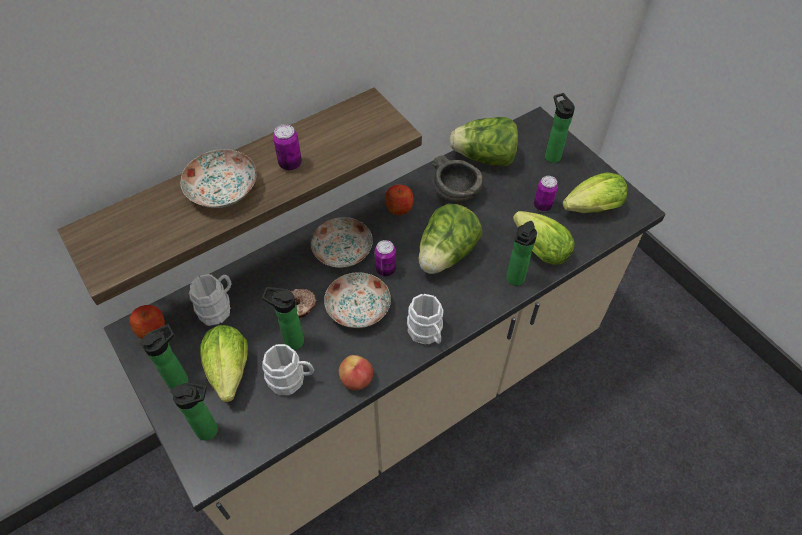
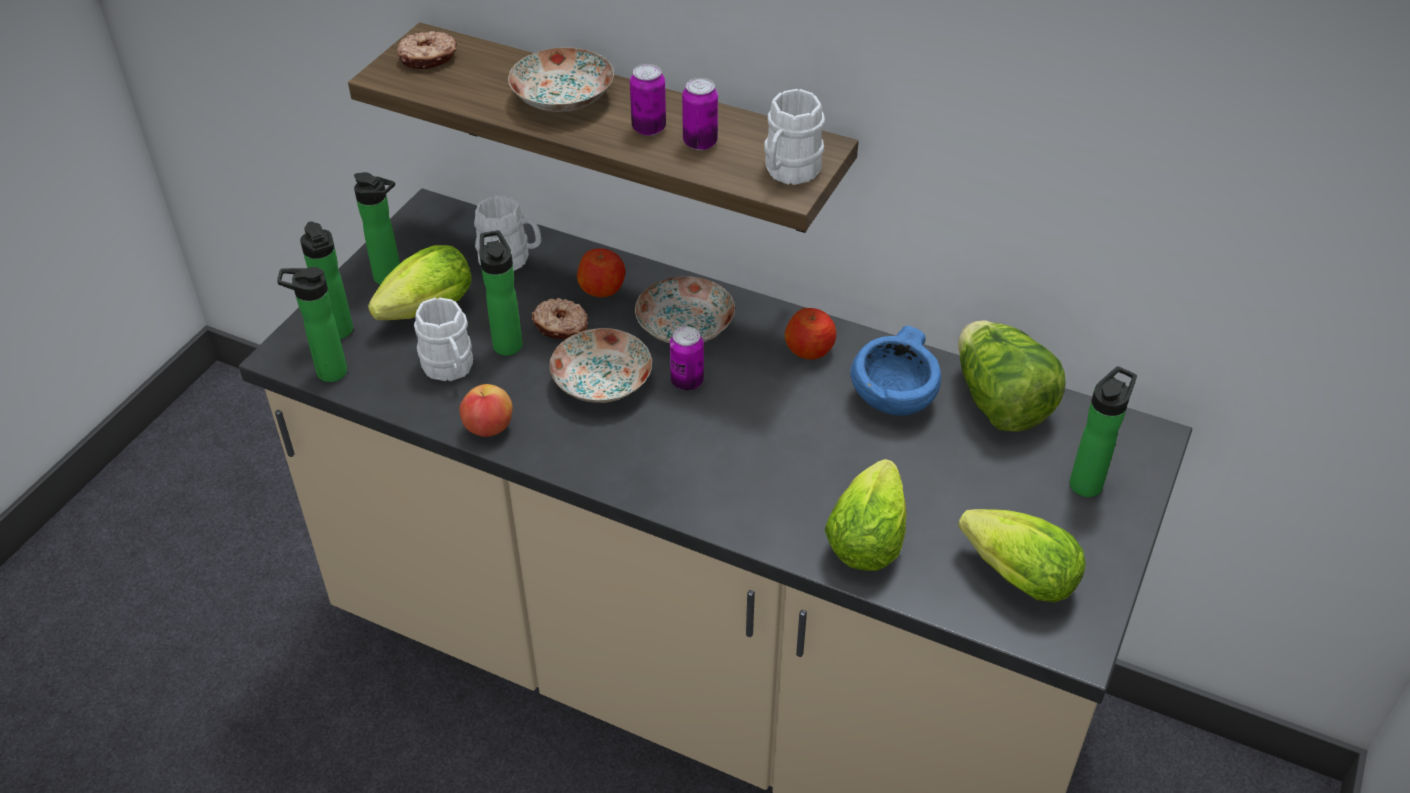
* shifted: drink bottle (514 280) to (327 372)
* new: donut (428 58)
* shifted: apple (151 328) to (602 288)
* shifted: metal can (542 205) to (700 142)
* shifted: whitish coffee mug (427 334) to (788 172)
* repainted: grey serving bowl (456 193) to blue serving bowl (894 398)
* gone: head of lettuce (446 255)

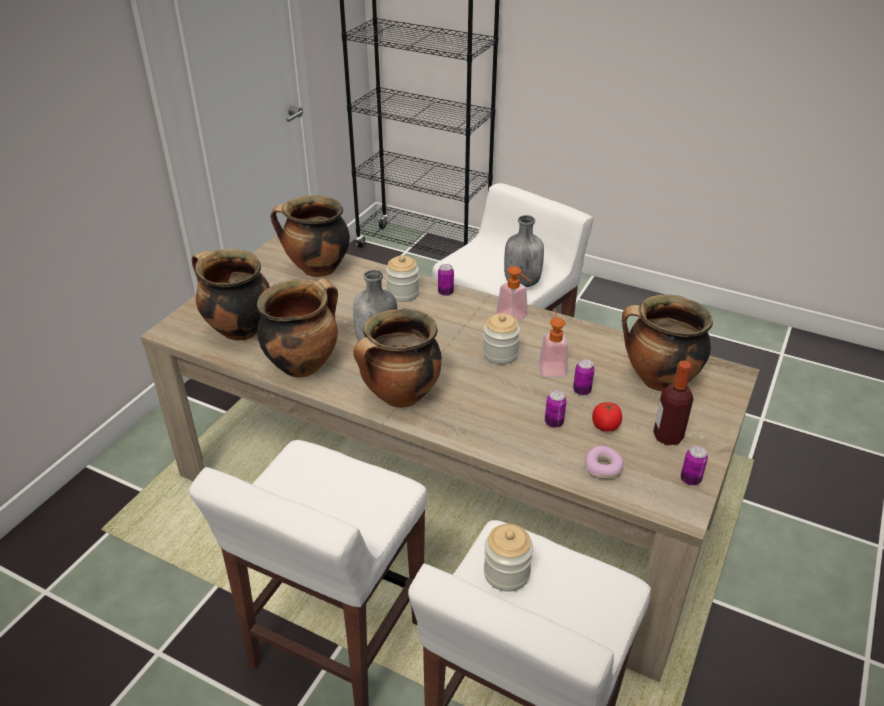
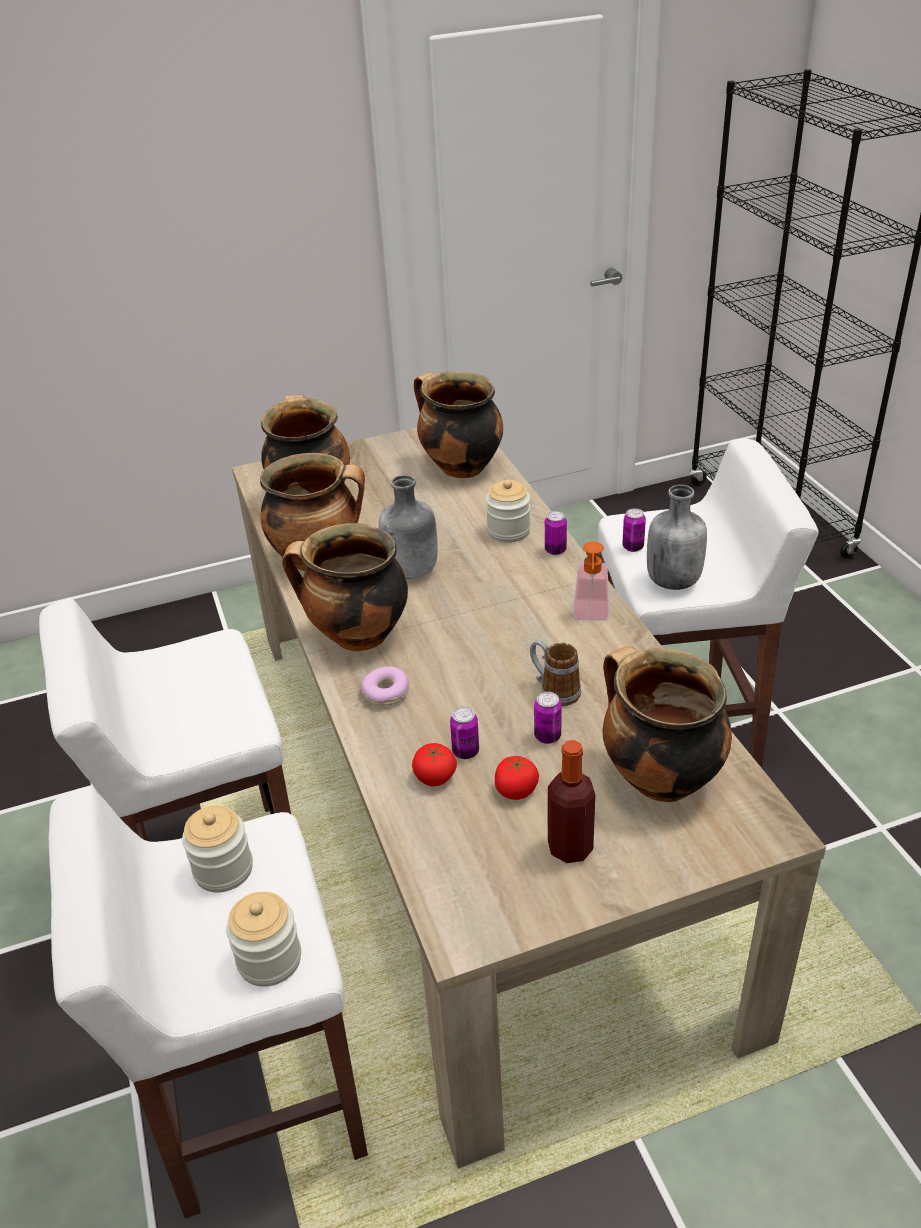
* shifted: preserve jar (500 354) to (269 959)
* shifted: donut (603 467) to (386 693)
* new: tomato (435 777)
* swapped: liquid soap bottle (551 366) to coffee mug (554 690)
* shifted: metal can (690 479) to (633 547)

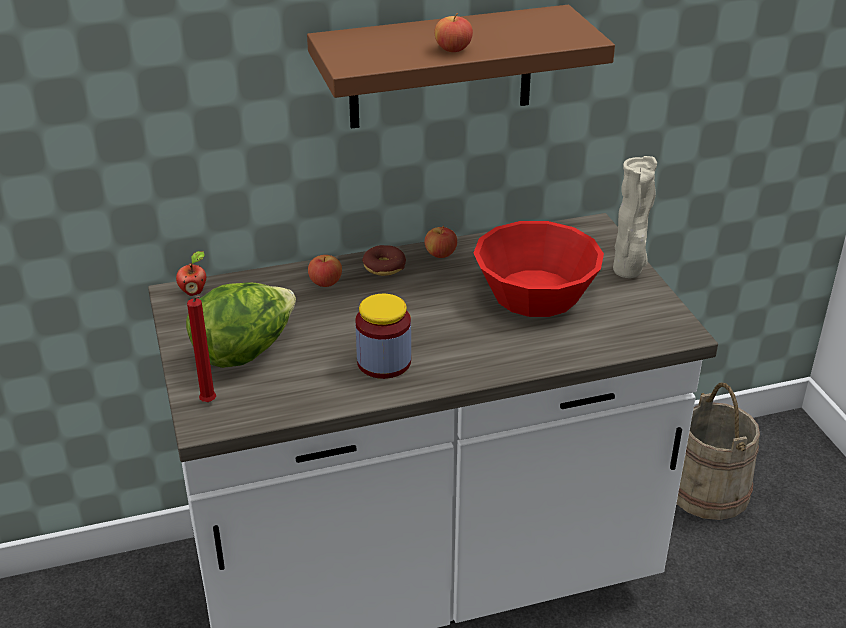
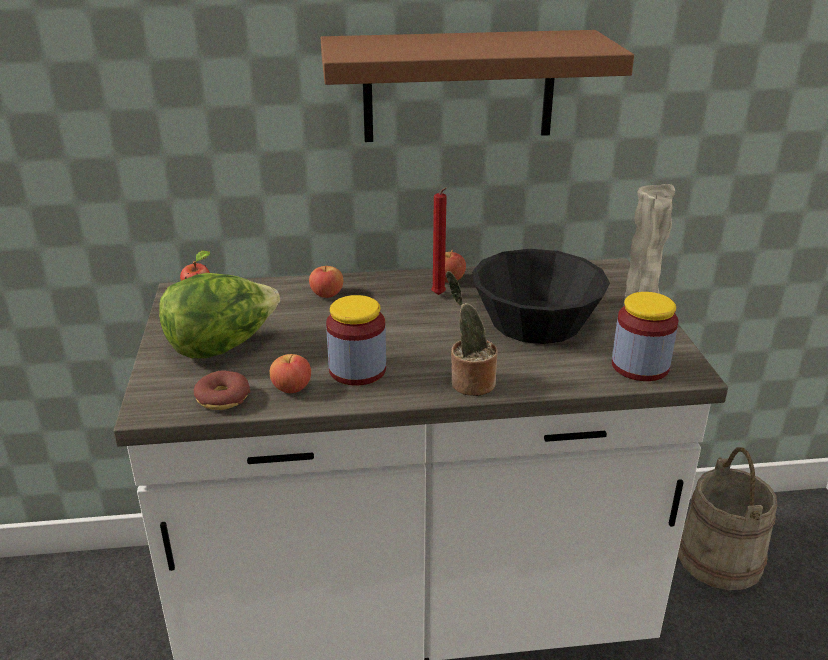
* shifted: donut (384 267) to (222 398)
* shifted: apple (453 49) to (291 388)
* shifted: reddish wax light (209 403) to (439 296)
* new: houseplant (469 383)
* repainted: reddish serving bowl (536 293) to black-coloured serving bowl (536 321)
* new: preserve jar (640 366)

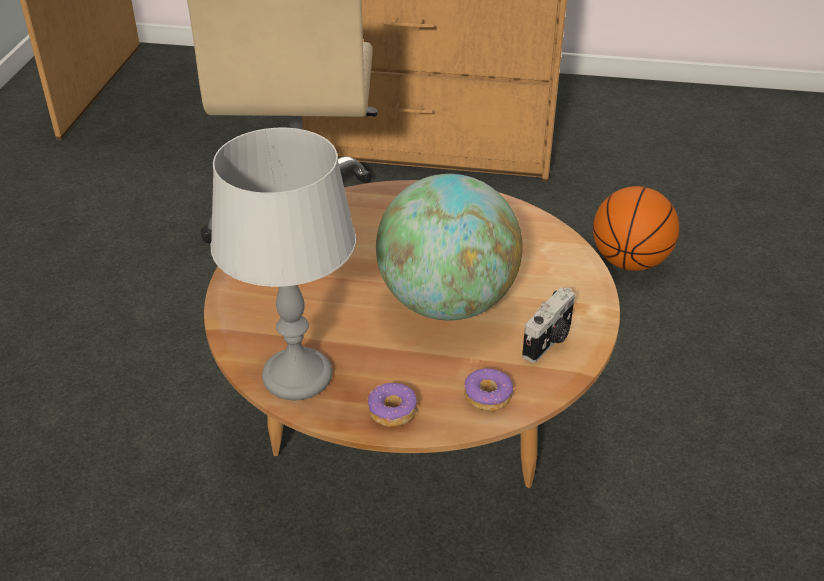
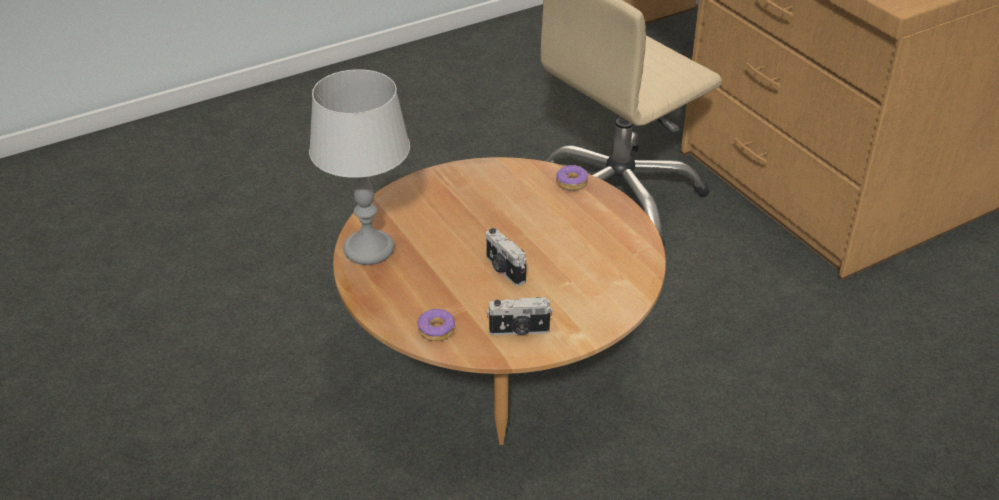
* swapped: desk globe (447 303) to photo camera (504 270)
* shifted: donut (392 411) to (571 183)
* gone: basketball (629 262)

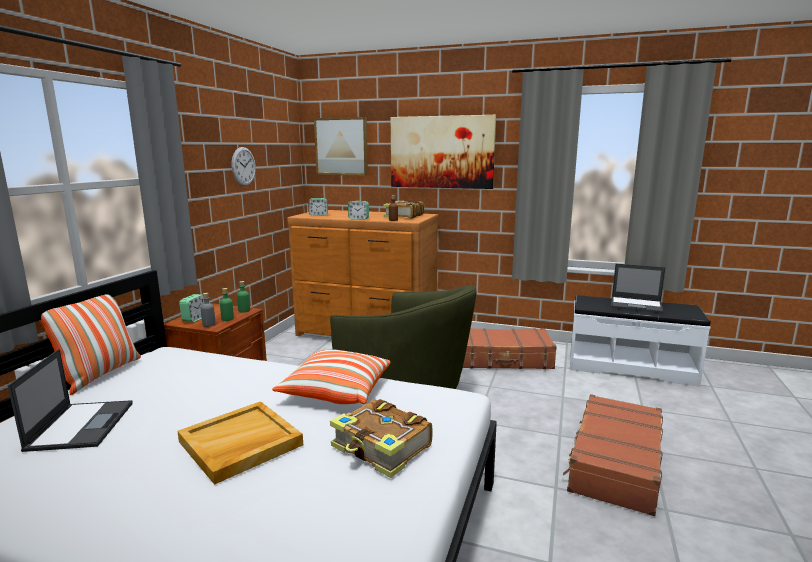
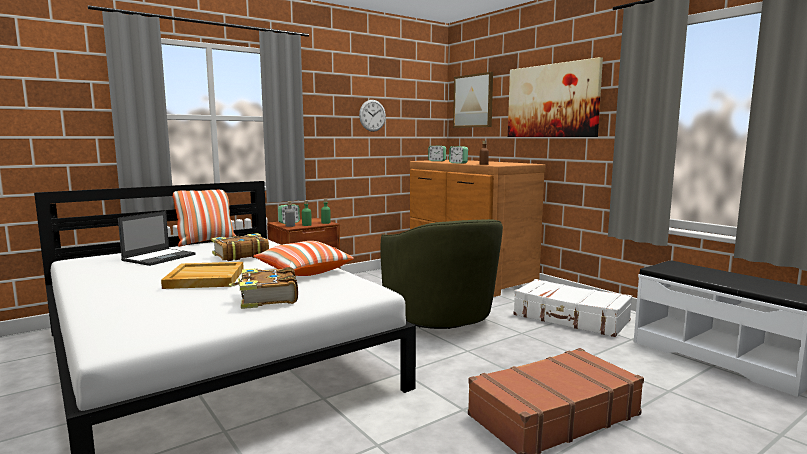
* shifted: bound book (403 216) to (240 255)
* repainted: brownish travel case (503 359) to whitish travel case (570 318)
* gone: portable computer (637 305)

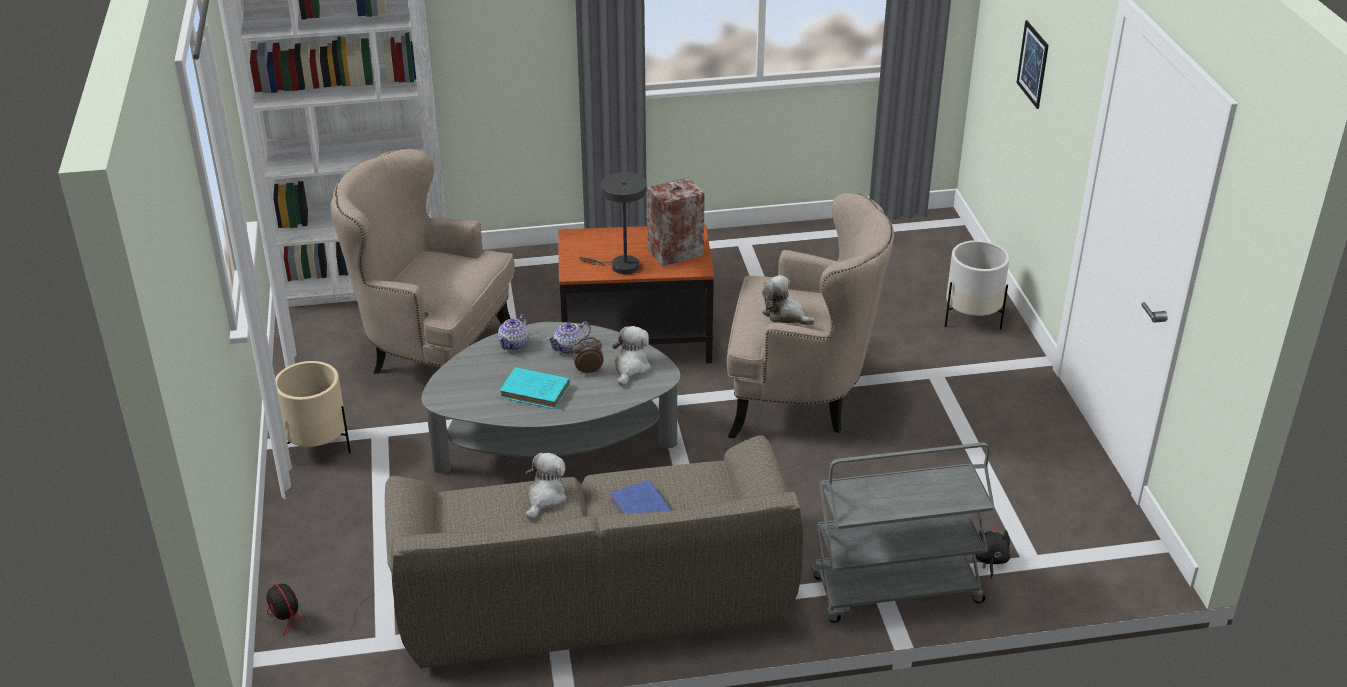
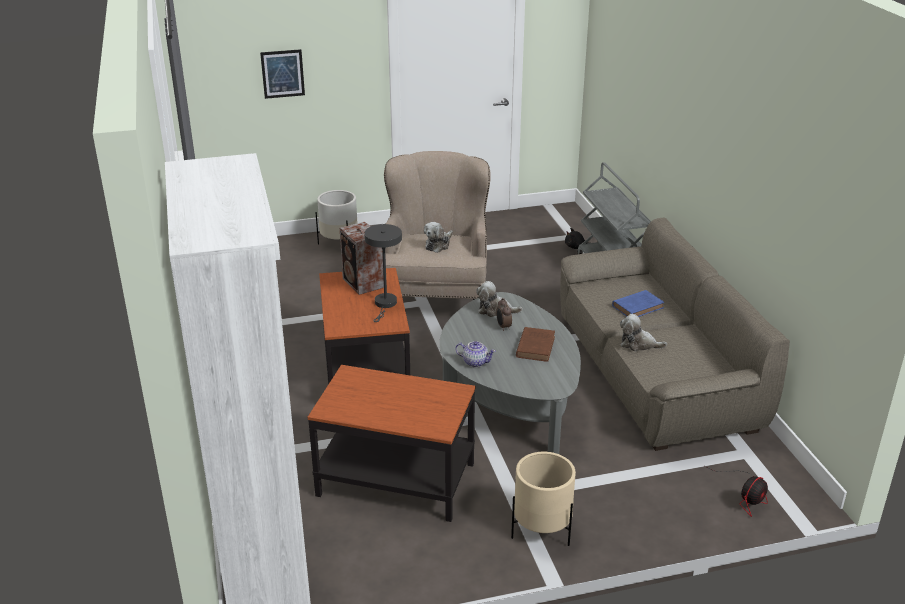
* swapped: beige armchair (432 355) to accent table (396 480)
* repainted: blue-green bound book (537 392) to brownish bound book (535 346)
* gone: teapot (570 348)

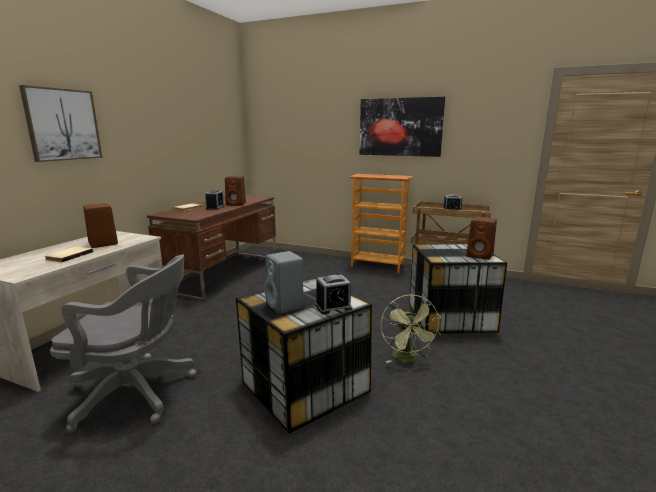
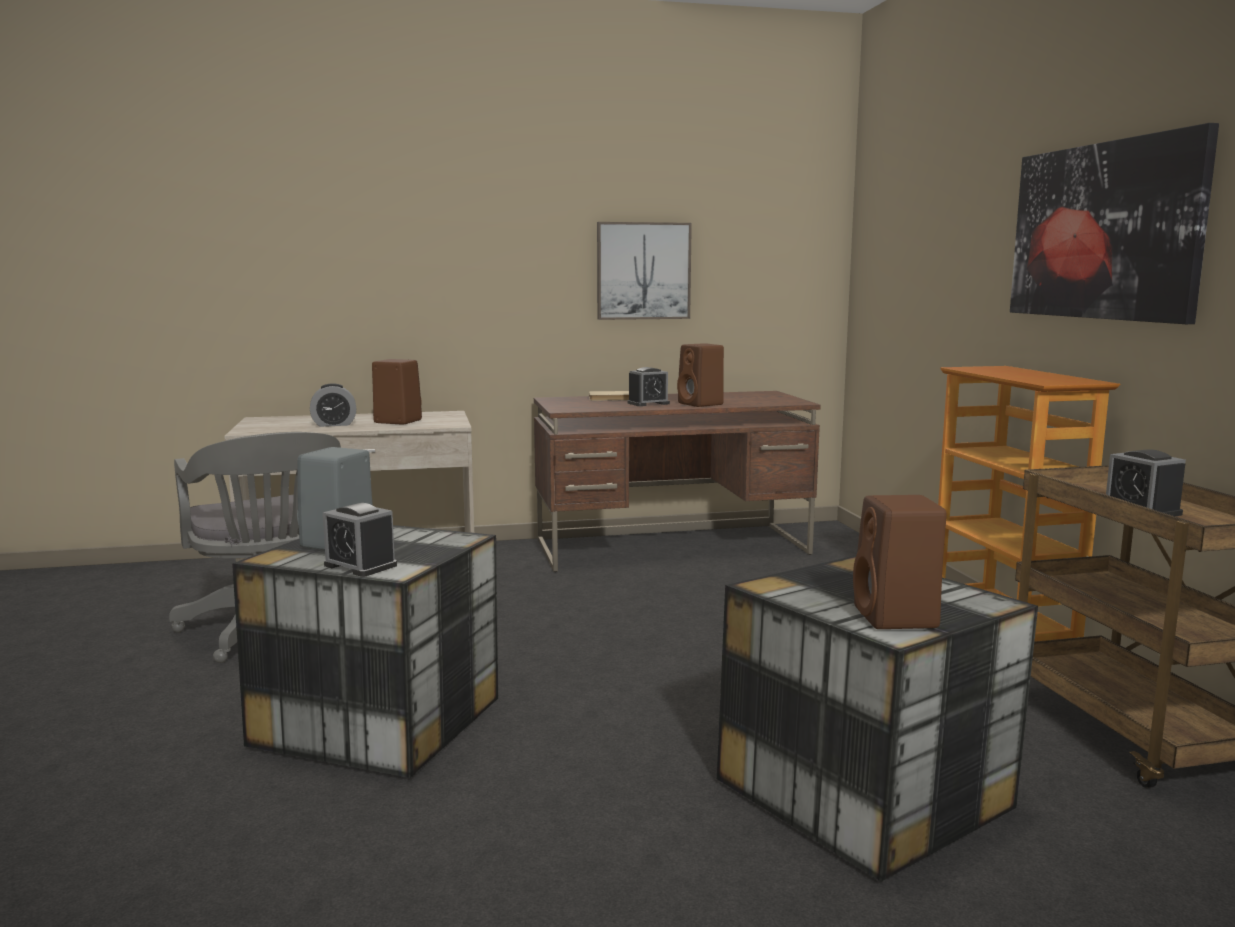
* swapped: beige bound book (68 255) to table clock (334 424)
* shifted: wall art (63 125) to (643 271)
* gone: greenish electric fan (408 359)

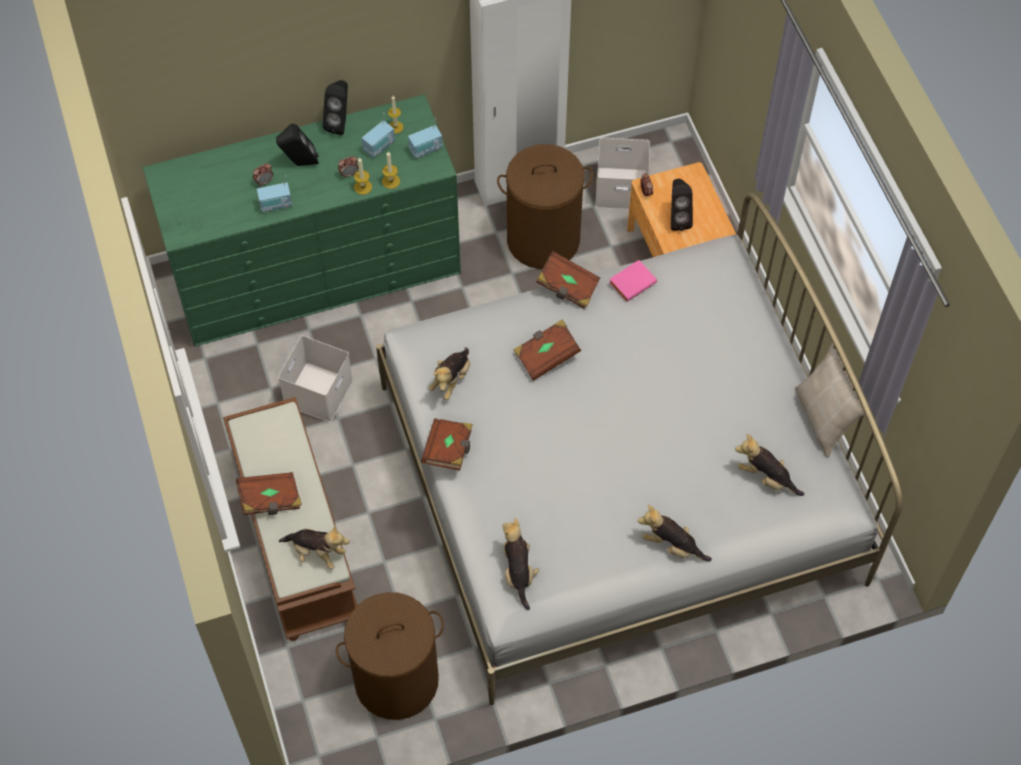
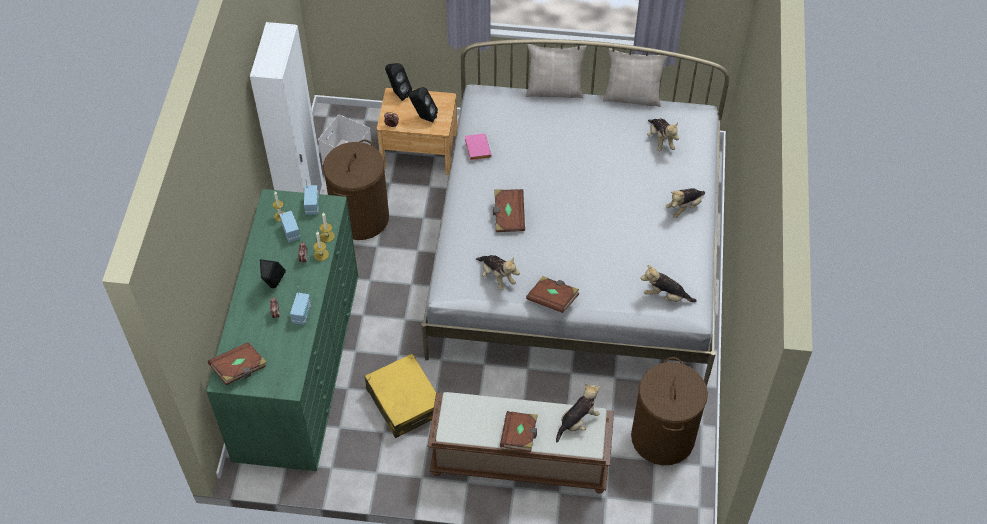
* shifted: brownish bound book (567 287) to (239 369)
* swapped: whitish storage box (318 390) to yellow-coloured travel case (404 401)
* shifted: black-coloured speaker (340 123) to (398 93)
* new: beige pillow (554 90)
* rotated: soft toy (766 477) = (660 140) 75 degrees counterclockwise

